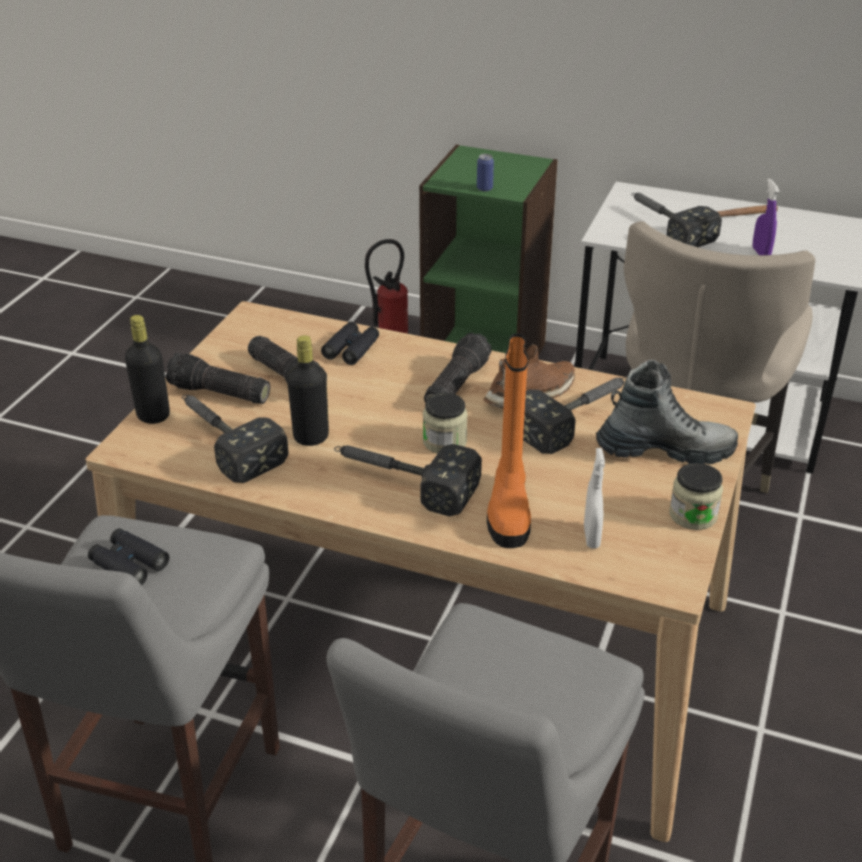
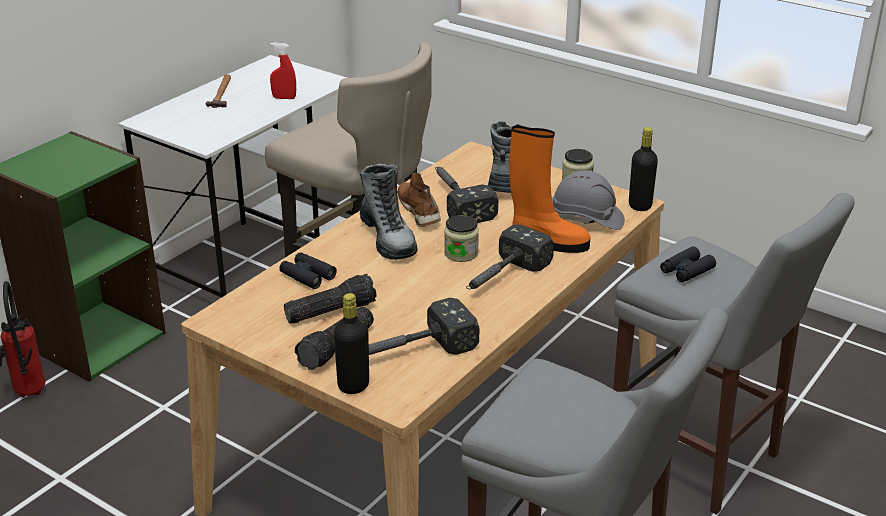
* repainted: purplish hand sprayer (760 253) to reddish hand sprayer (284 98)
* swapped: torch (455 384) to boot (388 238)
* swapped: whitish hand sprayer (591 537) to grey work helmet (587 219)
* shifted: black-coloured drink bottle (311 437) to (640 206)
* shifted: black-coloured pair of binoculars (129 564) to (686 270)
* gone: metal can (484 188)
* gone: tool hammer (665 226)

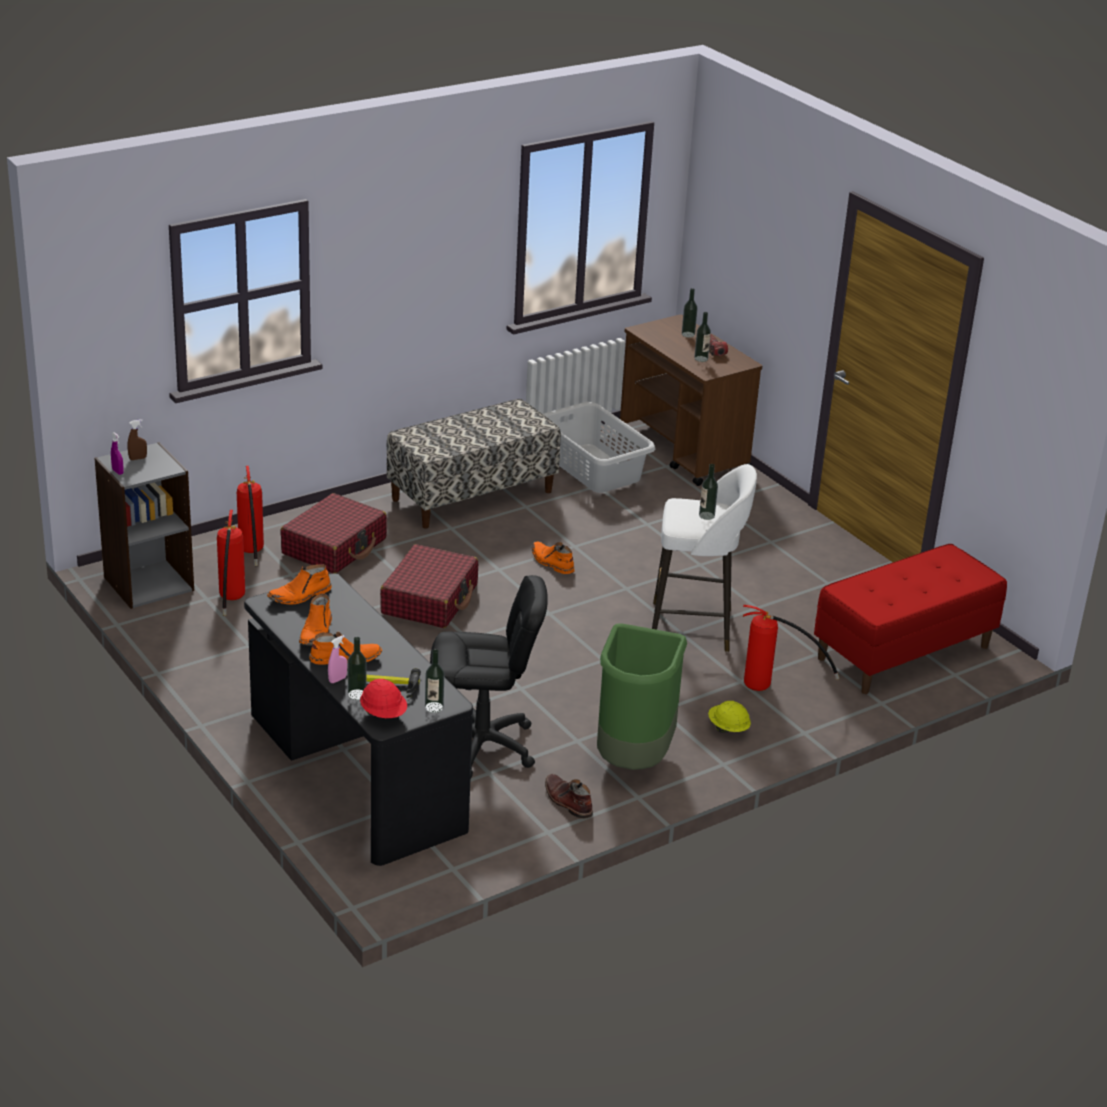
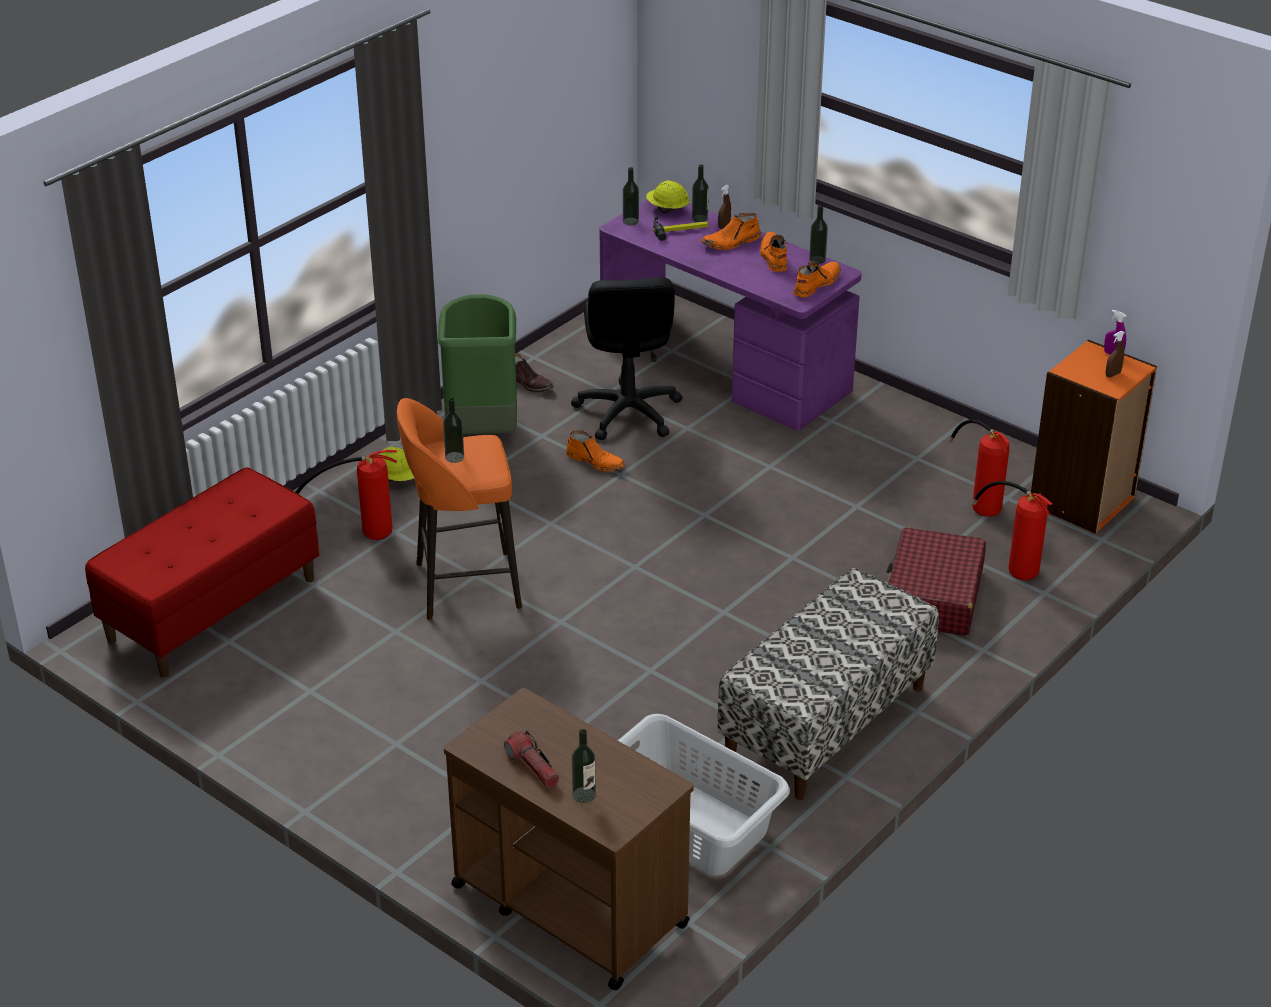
* repainted: whitish sitting stool (694 627) to orange-coloured sitting stool (464 586)
* shifted: orange-coloured boot (551 562) to (596 461)
* rotated: black-coloured office chair (482 746) = (627 412) 75 degrees counterclockwise
* repainted: black-coloured desk (354 773) to purplish desk (725 367)
* repainted: reddish work helmet (383 714) to yellow-coloured work helmet (667 209)
* repainted: pinkish hand sprayer (337 679) to brownish hand sprayer (724 226)
* shifted: drink bottle (701 359) to (817 259)
* repainted: grey bookshelf (148 583) to orange-coloured bookshelf (1083 501)
* gone: reddish travel case (430 599)

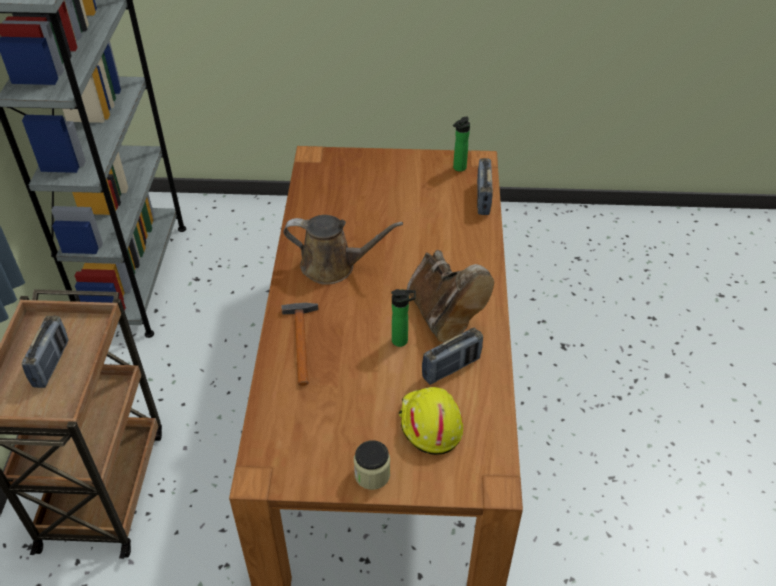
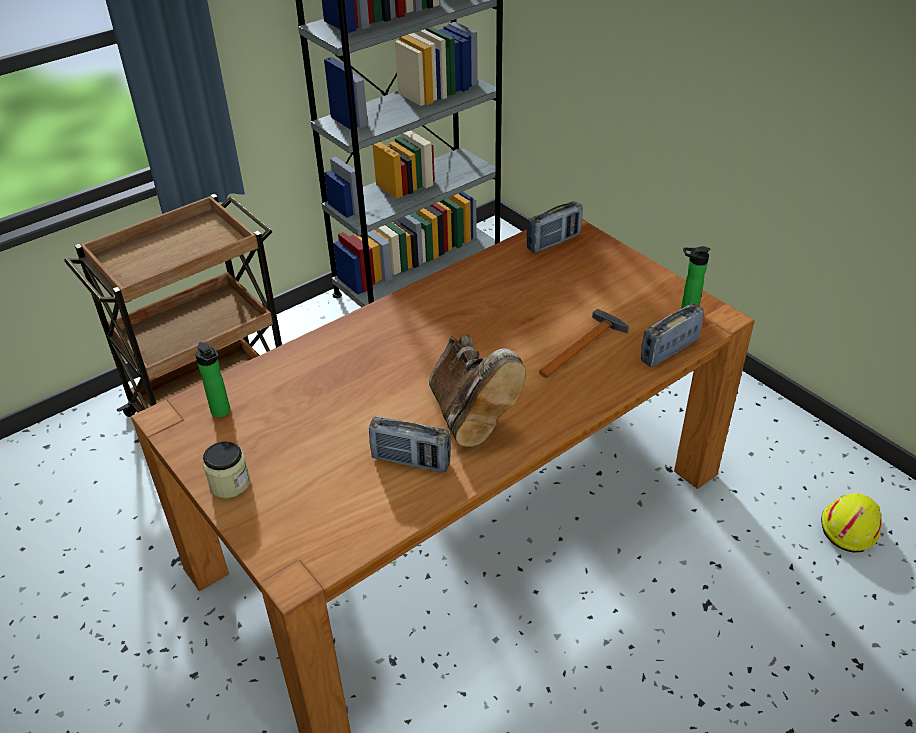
* shifted: drink bottle (402 341) to (222 413)
* rotated: brownish boot (443 317) = (470 418) 45 degrees counterclockwise
* shifted: radio set (51 363) to (553 242)
* shifted: tool hammer (301 340) to (583 346)
* shifted: yellow-coloured work helmet (429 424) to (849 526)
* gone: brownish sprinkling can (333 266)

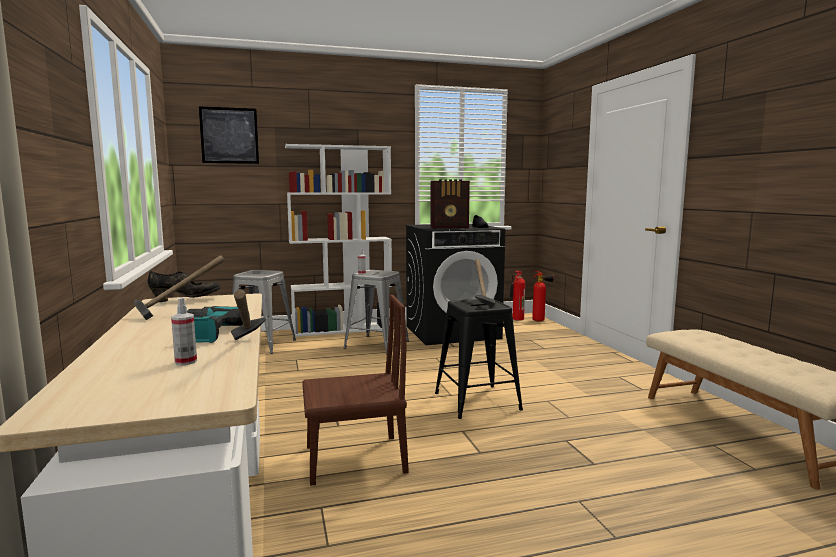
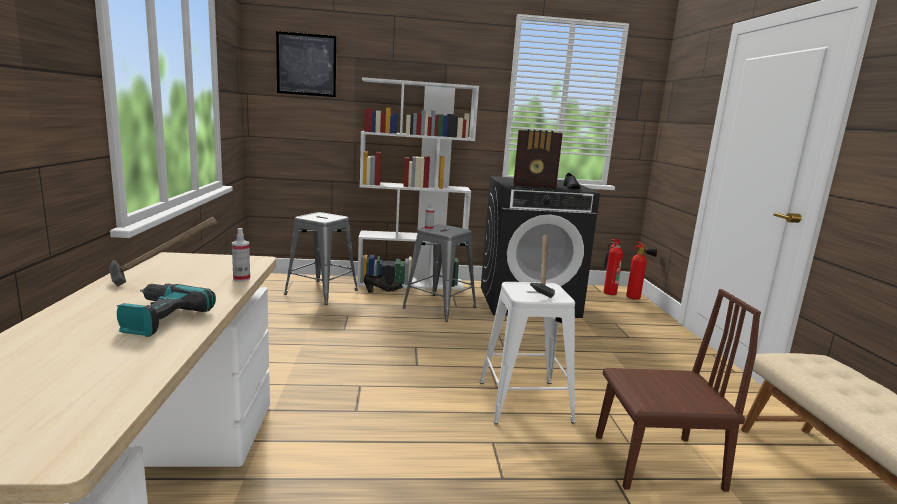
* shifted: hand sprayer (186 362) to (241 279)
* shifted: black-coloured shoe (186 300) to (383 292)
* repainted: black-coloured sitting stool (477 401) to whitish sitting stool (524 402)
* shifted: brownish chair (355 459) to (657 462)
* gone: tool hammer (248 349)

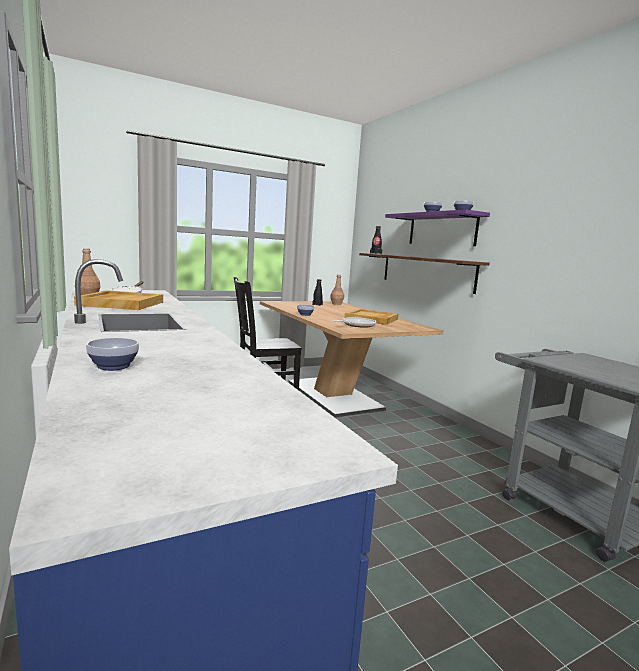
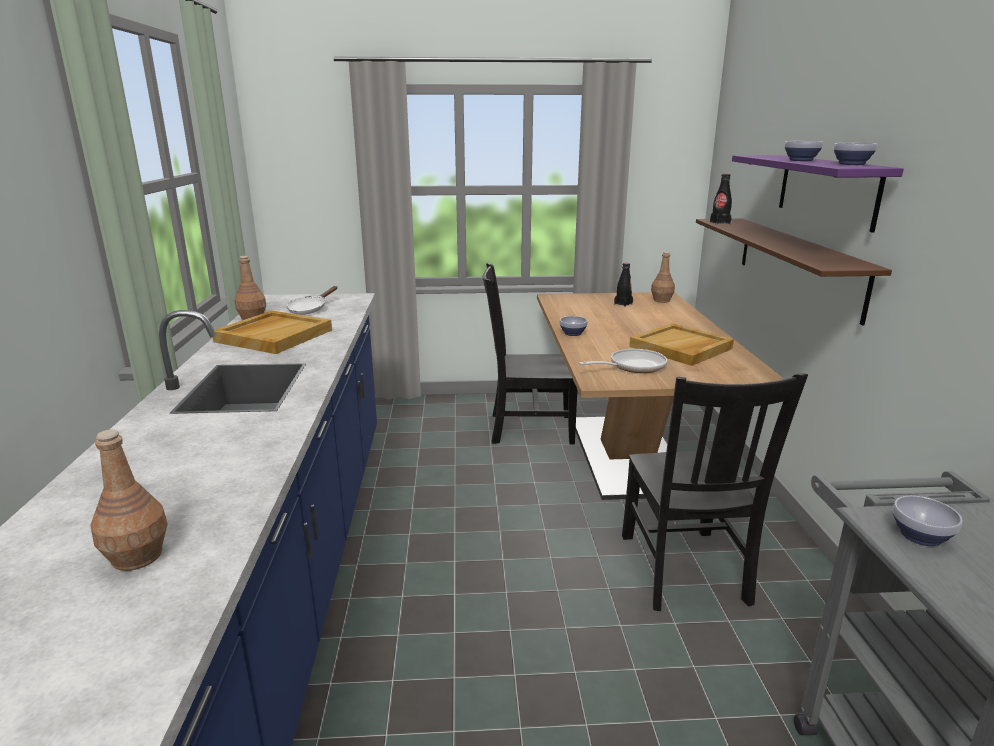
* new: brownish drink bottle (138 556)
* new: black-coloured chair (684 571)
* shifted: serving bowl (114 366) to (920 535)

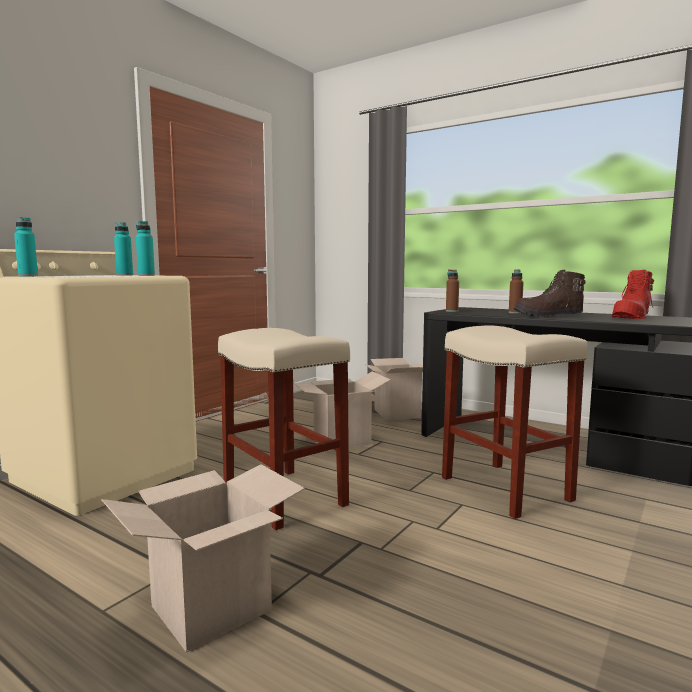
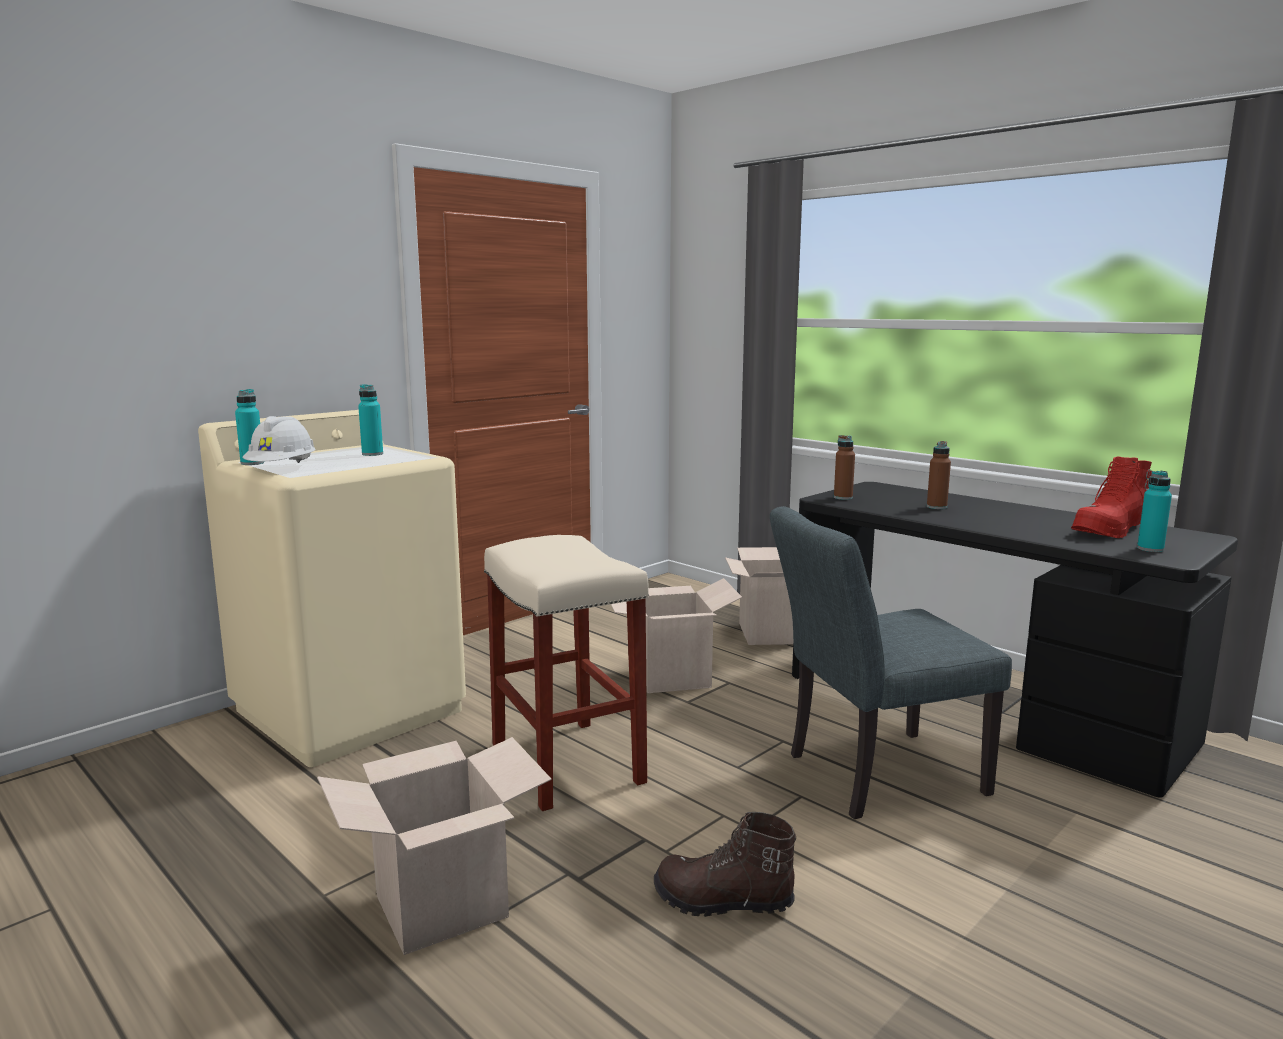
* new: whitish work helmet (282 469)
* shifted: brownish boot (548 316) to (722 901)
* swapped: beige sitting stool (503 488) to grey chair (872 776)
* shifted: blue-green drink bottle (146 275) to (1150 549)

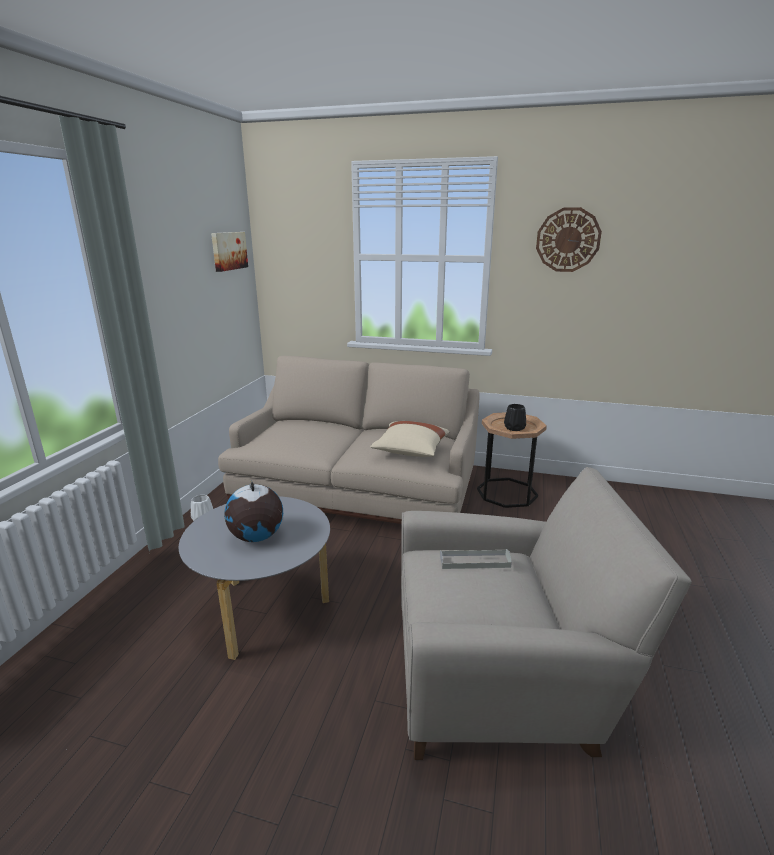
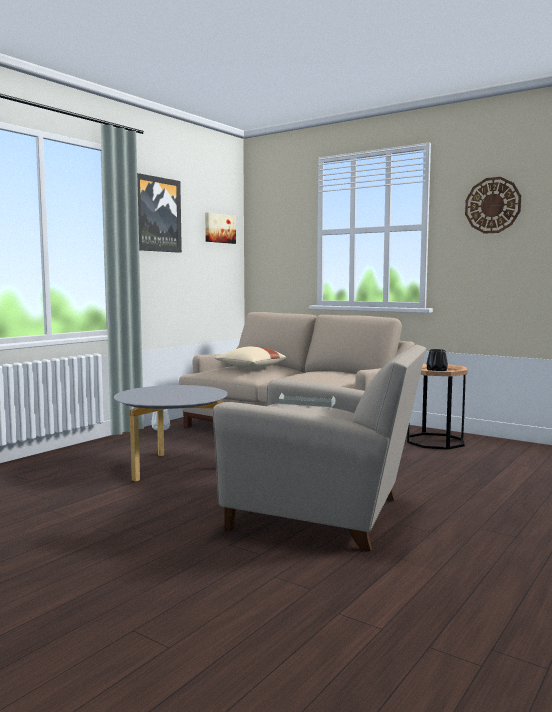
* new: wall art (157 214)
* shifted: beige pillow (410 451) to (250 368)
* gone: desk globe (256 537)

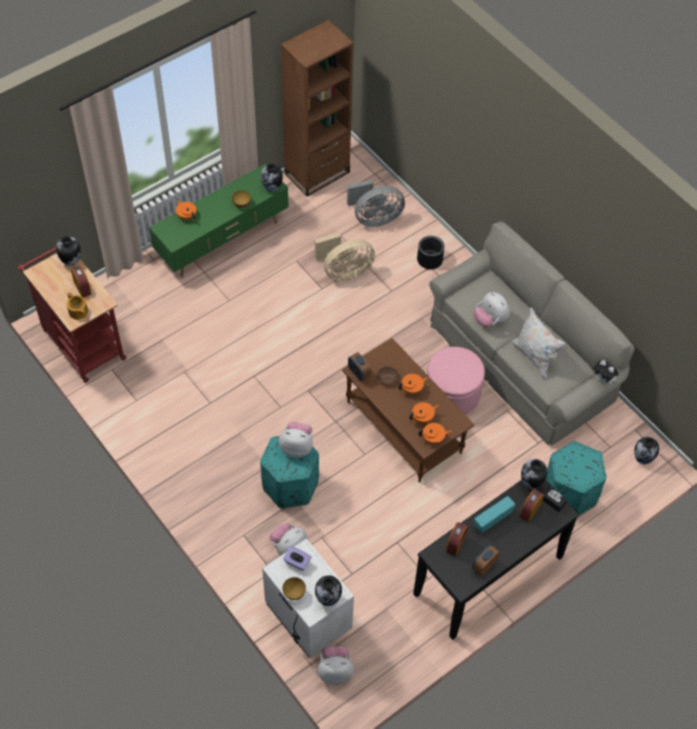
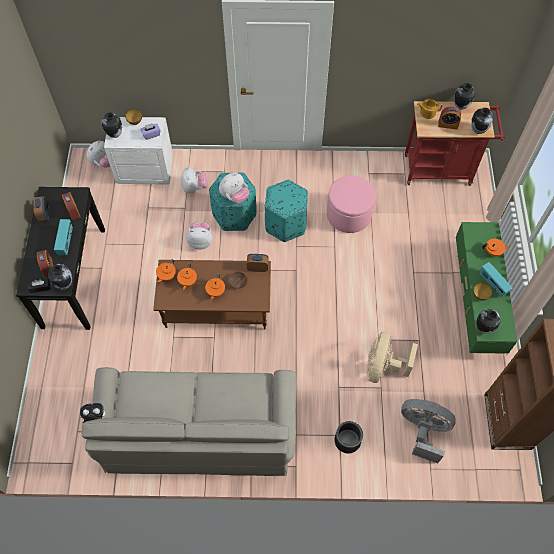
* shifted: soft toy (490 320) to (200 241)
* shifted: blue-green pouffe (569 494) to (285 223)
* shifted: pinkish pouffe (452 394) to (349 214)
* rotated: grey electric fan (374 218) = (423 430) 90 degrees clockwise
* shifted: vase (642 459) to (460 106)
* new: radio set (492 284)
* gone: whitish pillow (534 357)

